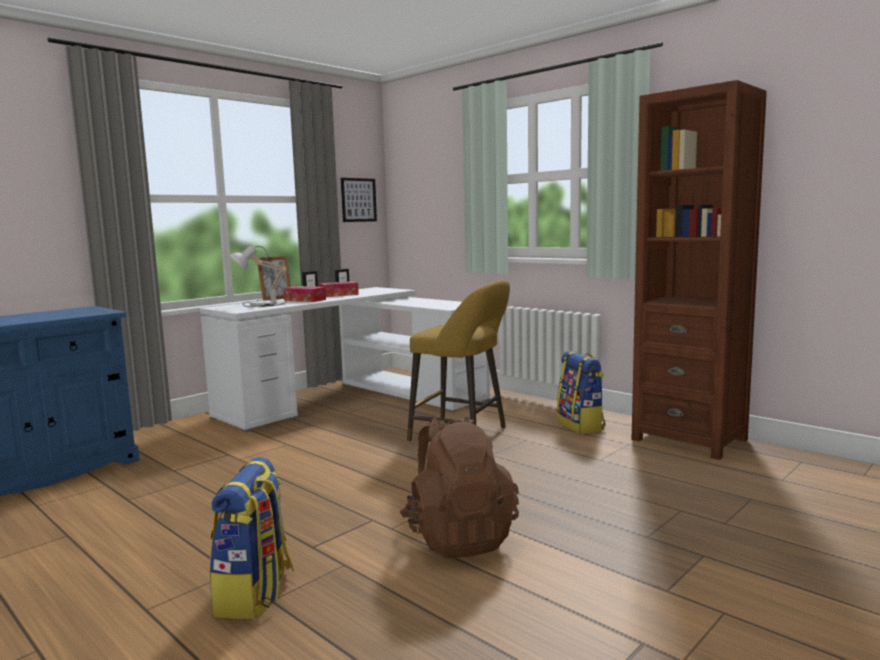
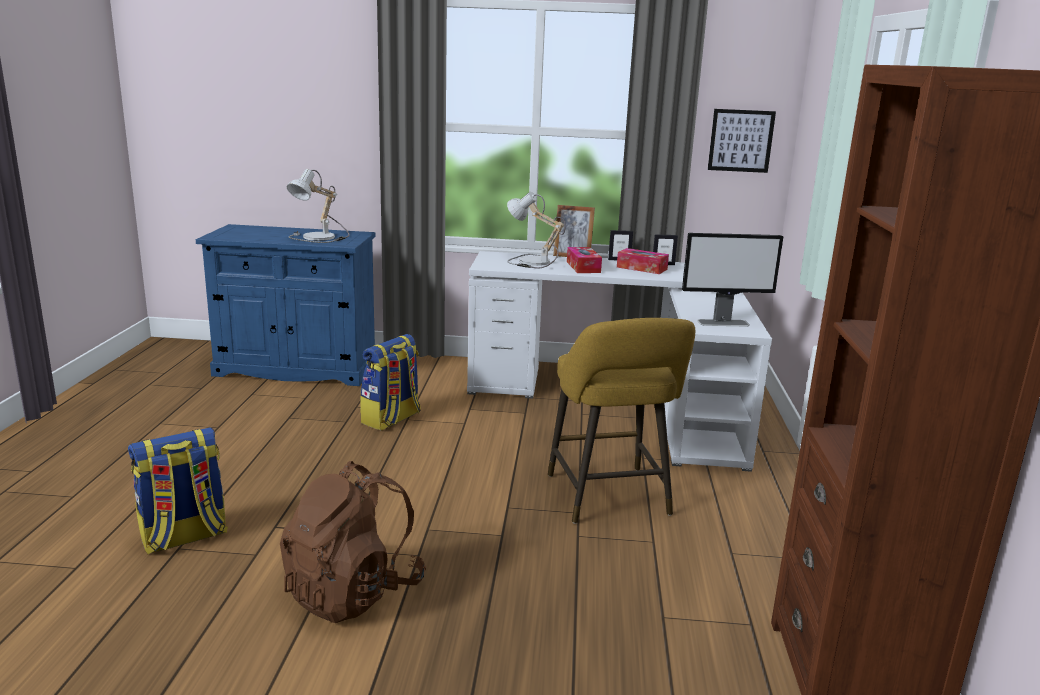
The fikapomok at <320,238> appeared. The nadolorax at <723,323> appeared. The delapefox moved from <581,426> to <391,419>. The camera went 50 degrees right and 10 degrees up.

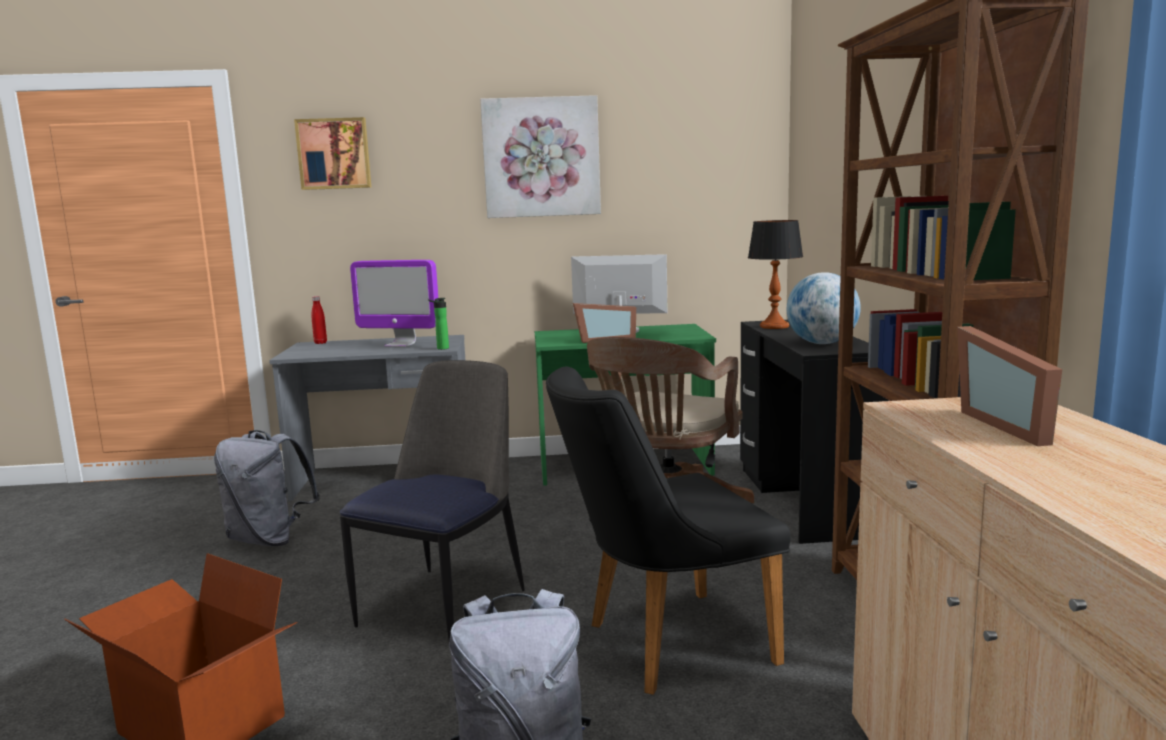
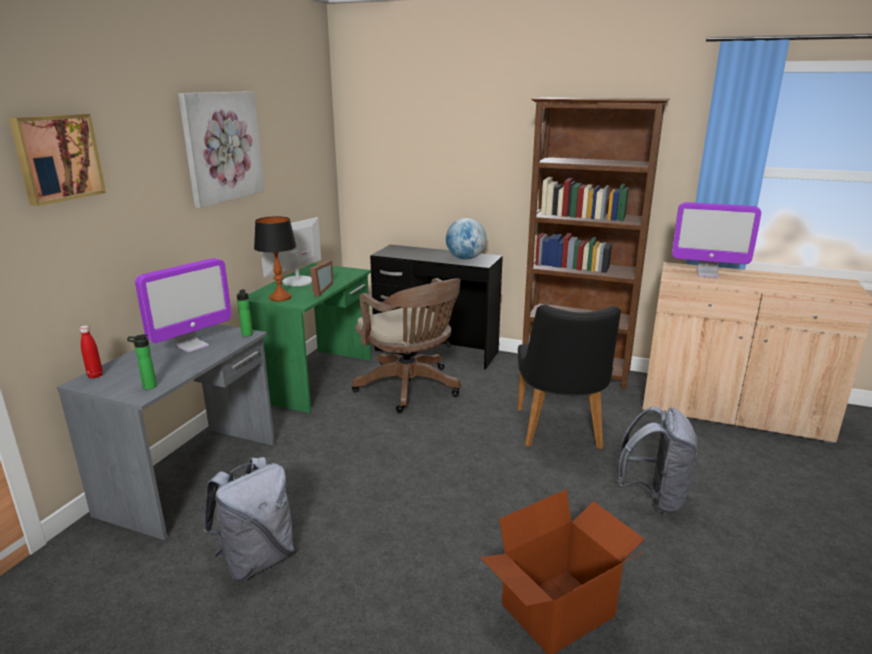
The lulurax at <445,605> disappeared. The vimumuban at <147,387> appeared. The fikapomok moved from <773,326> to <280,298>. The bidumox at <1011,424> was replaced by the nadolorax at <707,274>. The camera went 65 degrees left and 10 degrees up.

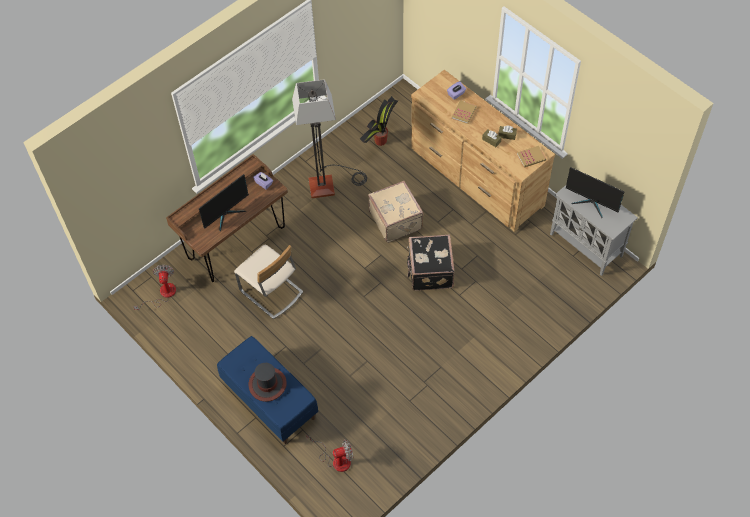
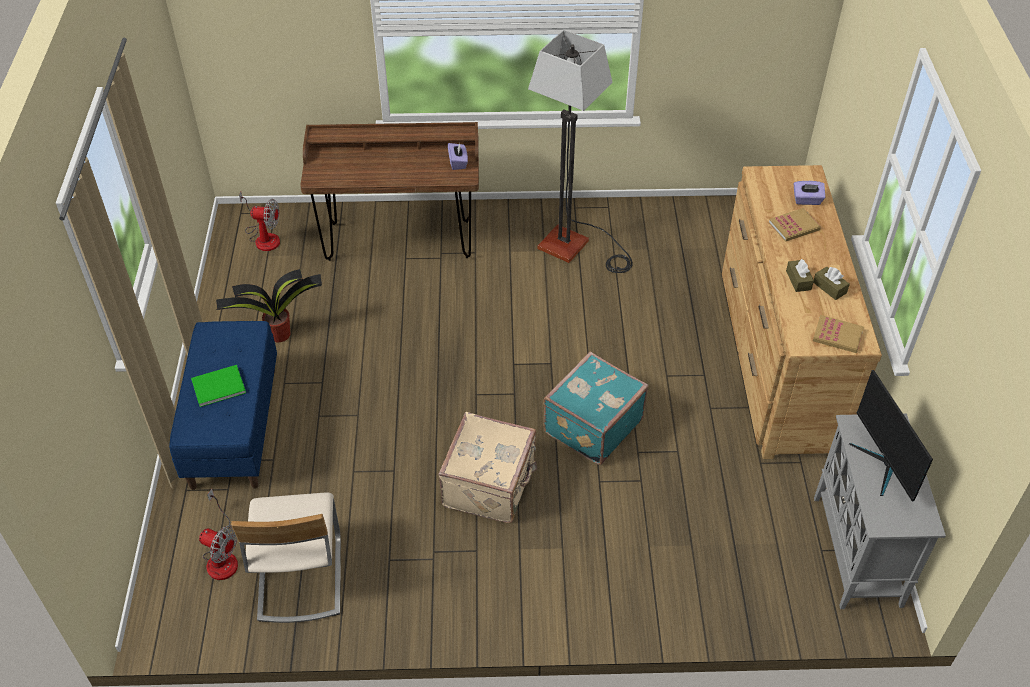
The nadolorax at <226,215> disappeared. The beige_lulurax moved from <271,292> to <299,577>. The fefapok moved from <380,141> to <278,334>. The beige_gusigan moved from <396,220> to <491,484>. The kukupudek at <267,384> was replaced by the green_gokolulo at <217,386>. The black_gusigan at <429,271> became the turquoise_gusigan at <591,425>. The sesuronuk at <163,294> turned 60 degrees clockwise. The camera went 40 degrees right and 10 degrees down.

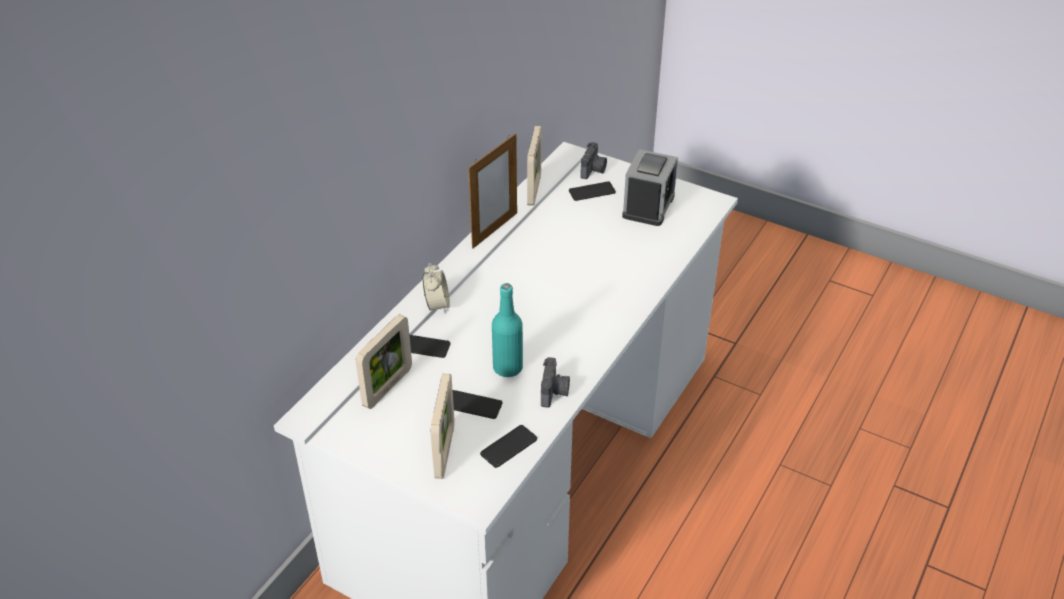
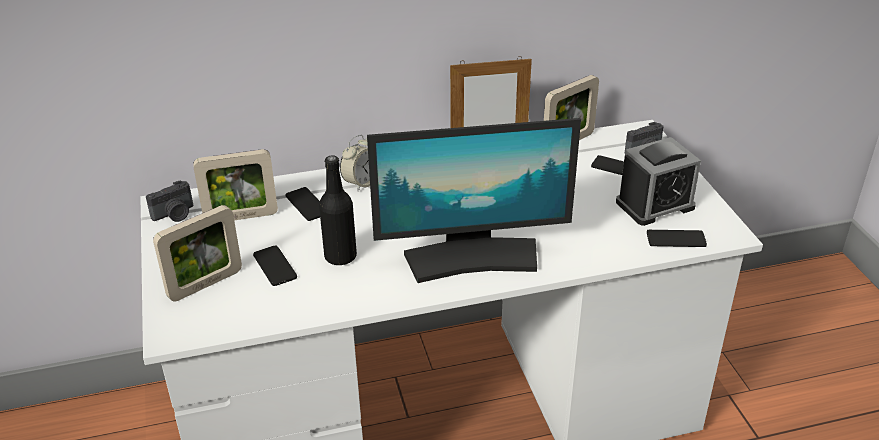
The nadolorax at <472,258> appeared. The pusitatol moved from <509,447> to <676,239>. The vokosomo moved from <554,392> to <175,215>. The turquoise_vimumuban at <508,368> became the black_vimumuban at <340,257>. The camera went 45 degrees right and 5 degrees down.

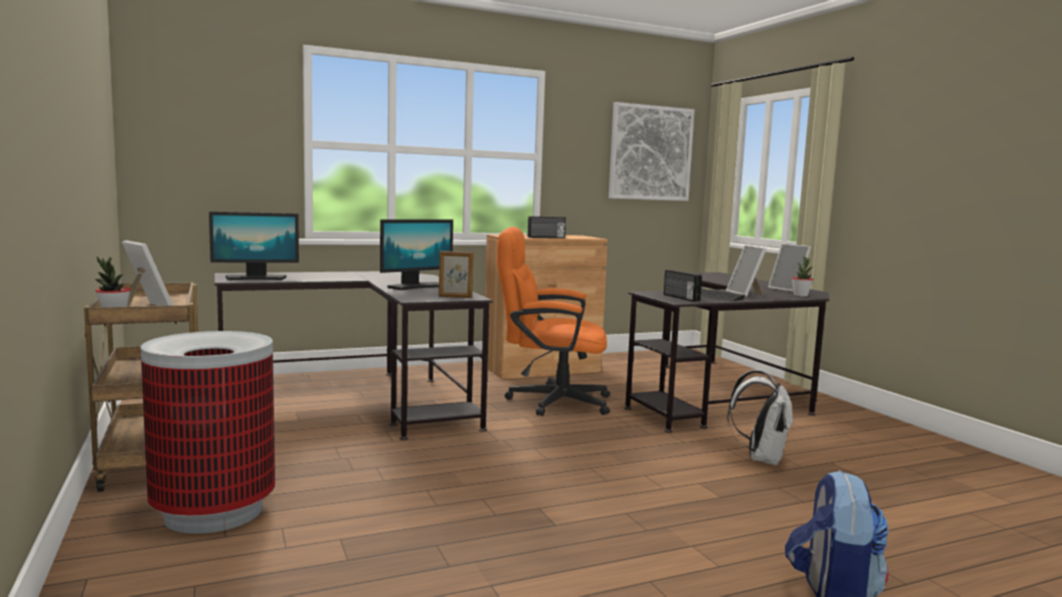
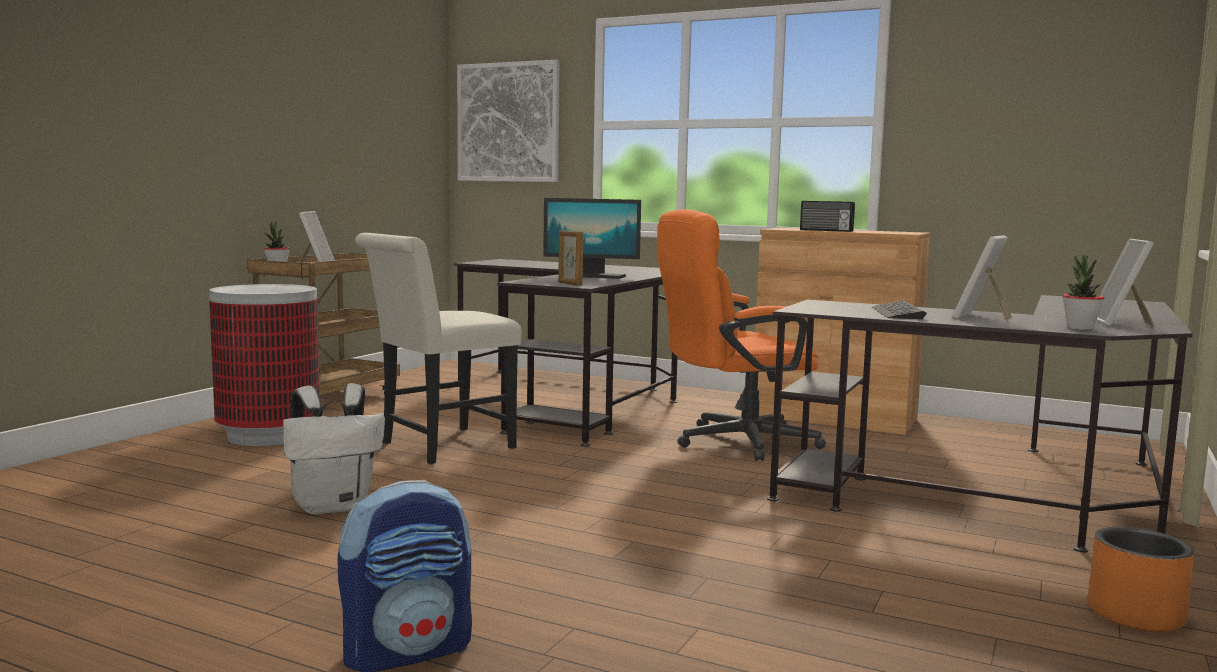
The nadolorax at <256,278> disappeared. The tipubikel at <680,298> disappeared. The white_lulurax at <439,447> appeared. The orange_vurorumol at <1134,615> appeared. The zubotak moved from <650,153> to <508,122>. The white_delapefox moved from <761,458> to <333,506>. The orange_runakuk at <549,401> turned 75 degrees counterclockwise. The camera went 50 degrees right and 0 degrees up.

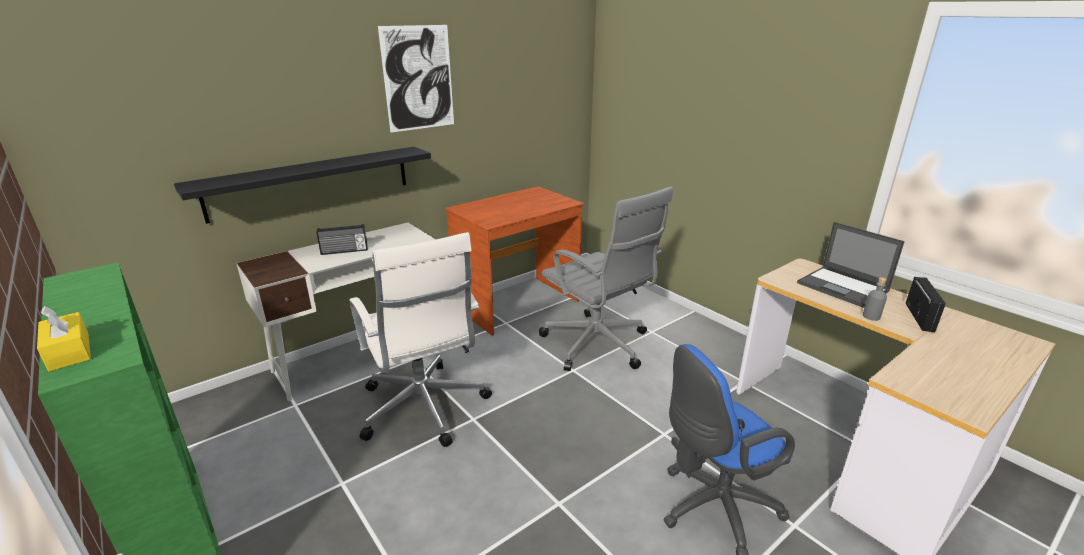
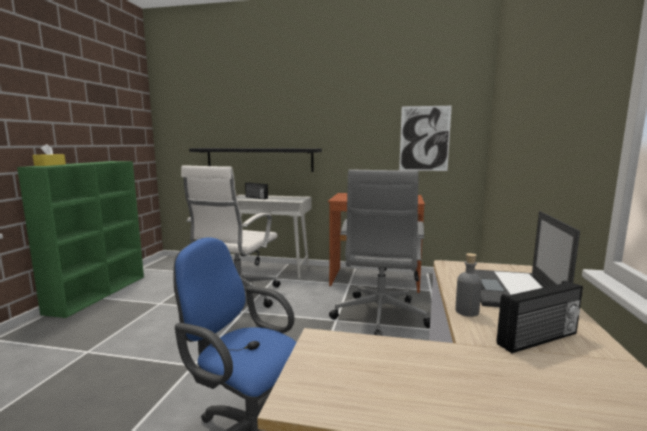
The zubotak moved from <418,78> to <424,138>. The camera went 50 degrees right and 15 degrees down.

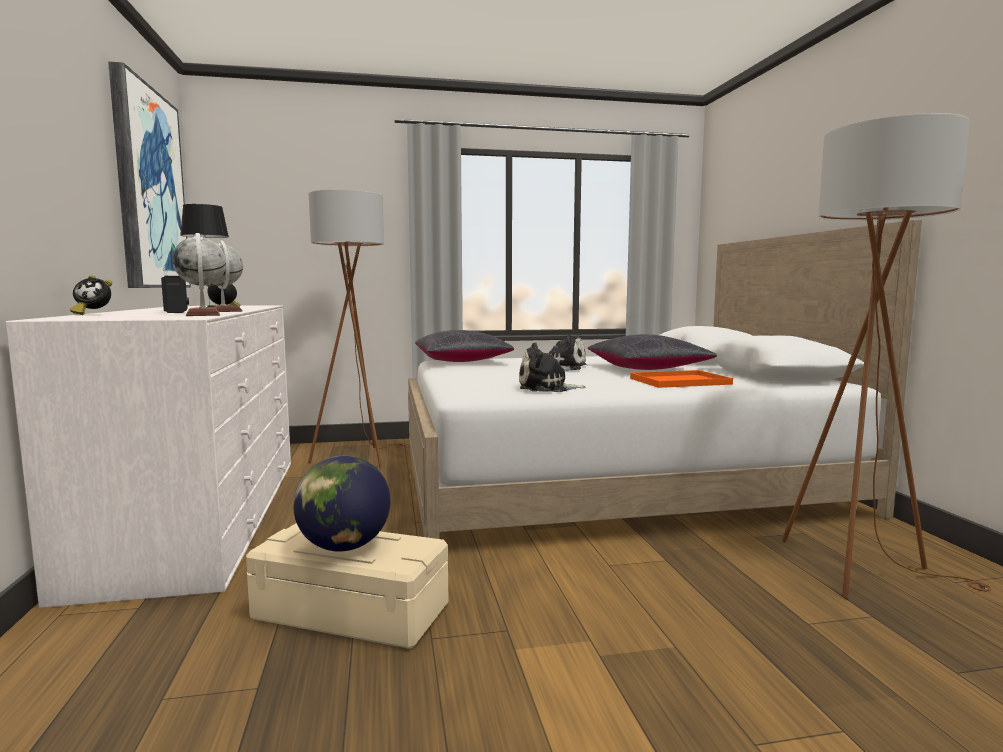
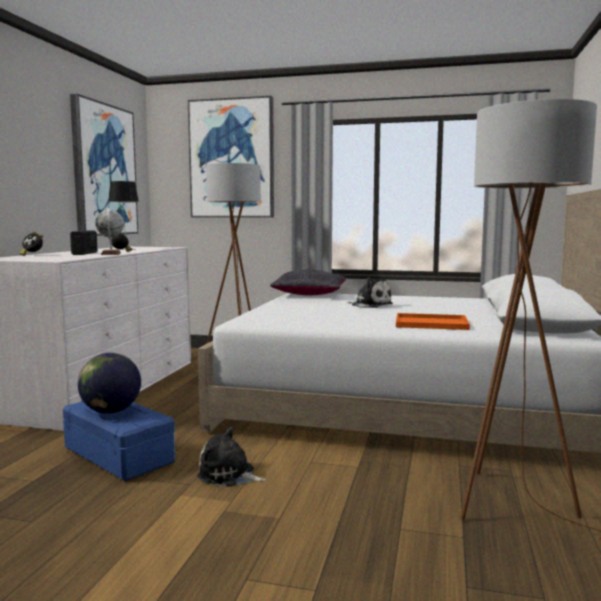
The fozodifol at <203,315> disappeared. The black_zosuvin at <647,369> disappeared. The zubotak at <232,159> appeared. The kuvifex moved from <546,388> to <229,475>. The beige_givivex at <352,611> became the blue_givivex at <120,455>. The camera went 25 degrees right and 0 degrees up.

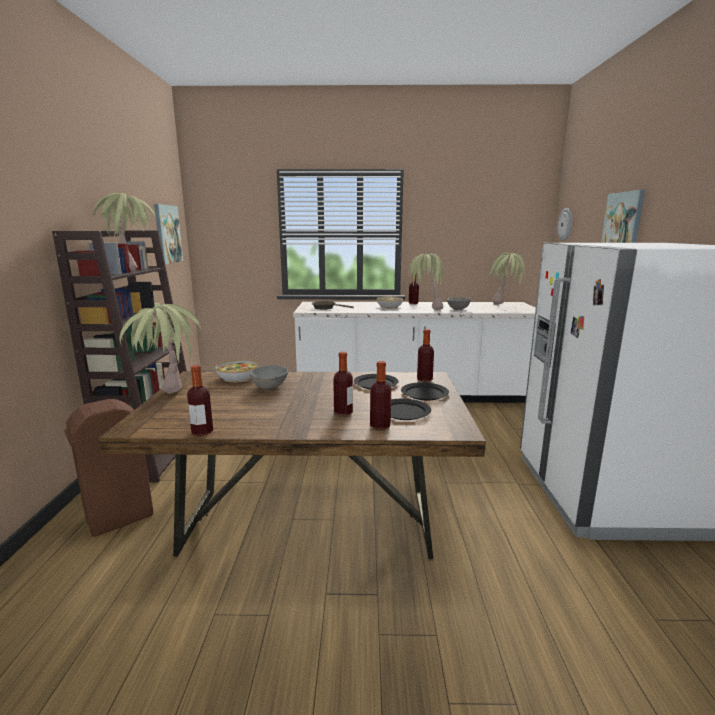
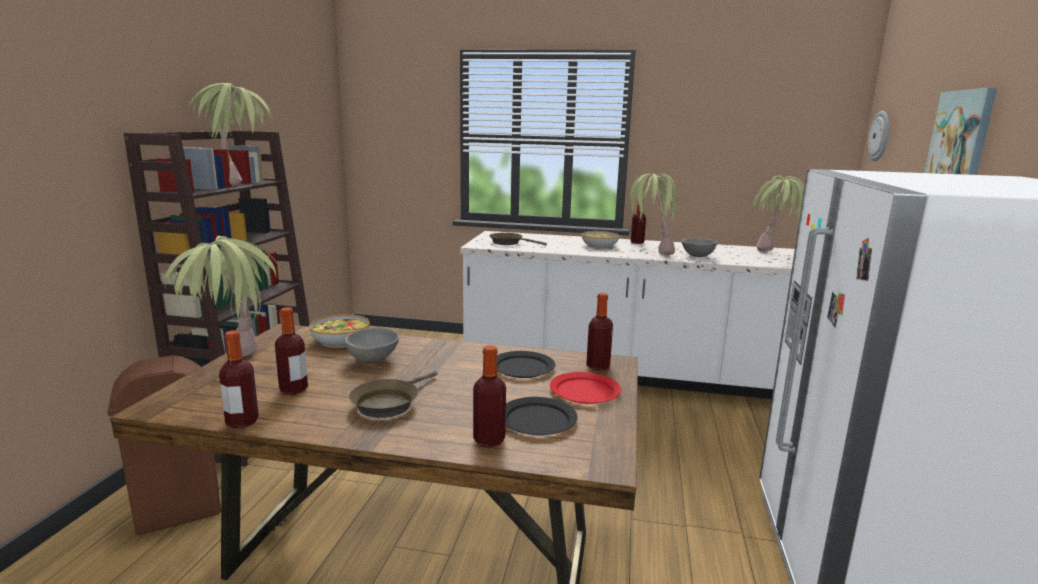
The zubotak at <167,234> disappeared. The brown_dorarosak at <388,403> appeared. The vimumuban moved from <343,412> to <293,389>. The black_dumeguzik at <424,393> became the red_dumeguzik at <584,391>. The camera went 10 degrees right and 0 degrees up.

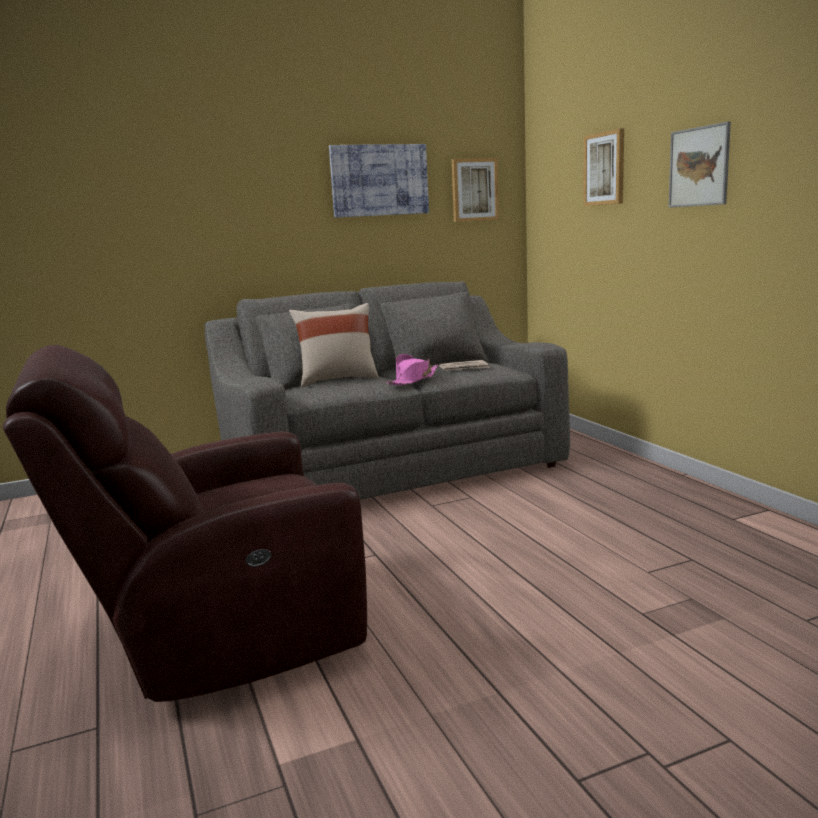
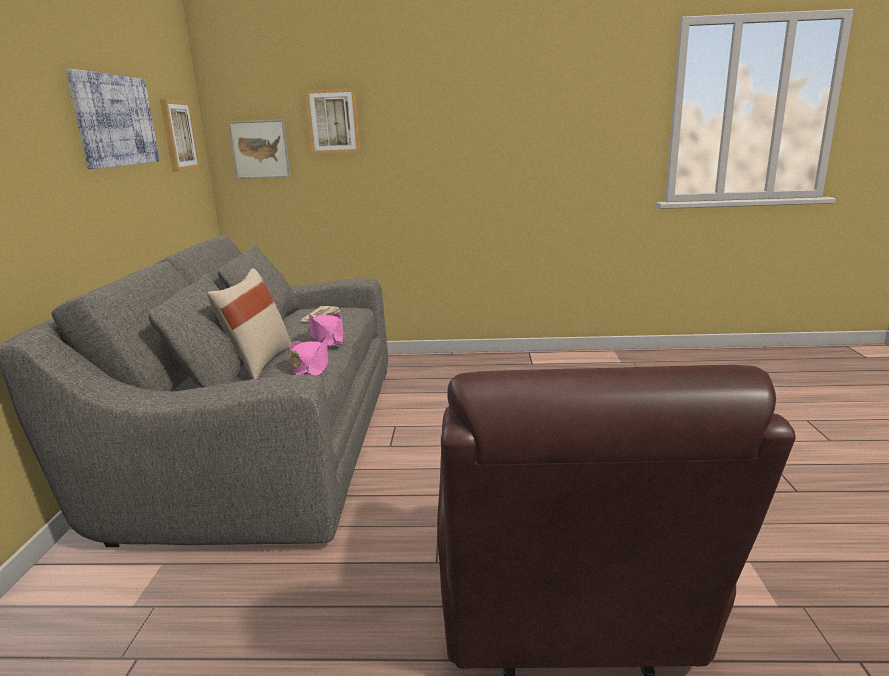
The pink_kukupudek at <311,367> appeared. The zubotak moved from <699,167> to <260,149>. The camera went 65 degrees left and 5 degrees up.

